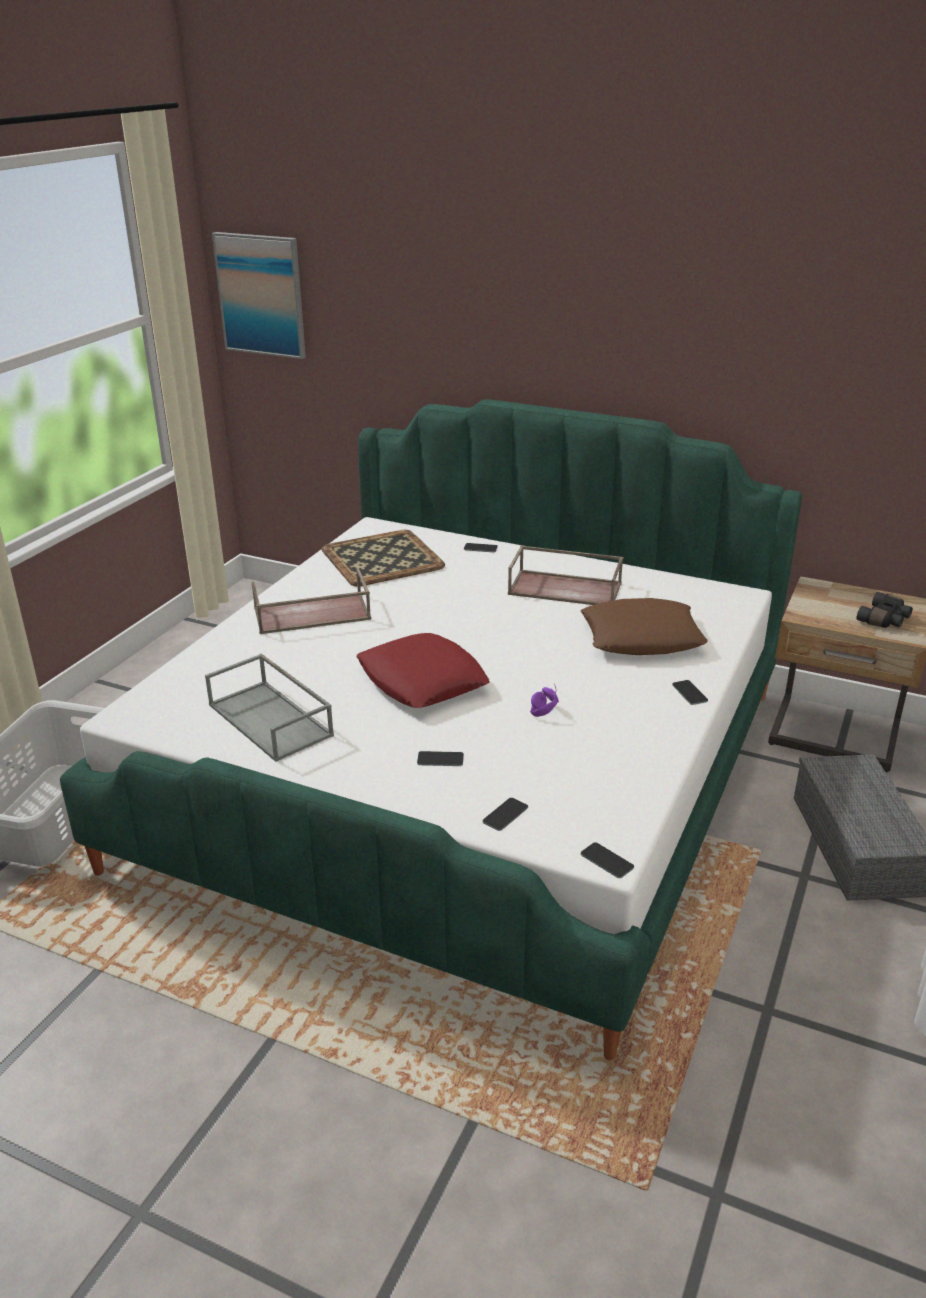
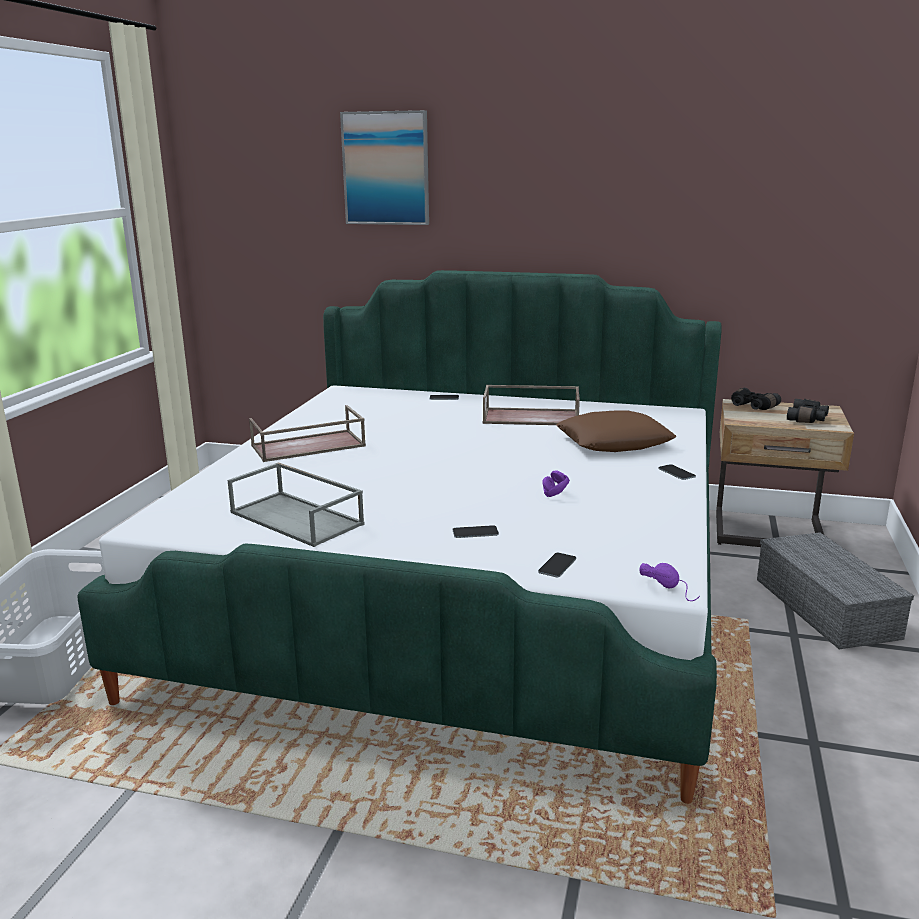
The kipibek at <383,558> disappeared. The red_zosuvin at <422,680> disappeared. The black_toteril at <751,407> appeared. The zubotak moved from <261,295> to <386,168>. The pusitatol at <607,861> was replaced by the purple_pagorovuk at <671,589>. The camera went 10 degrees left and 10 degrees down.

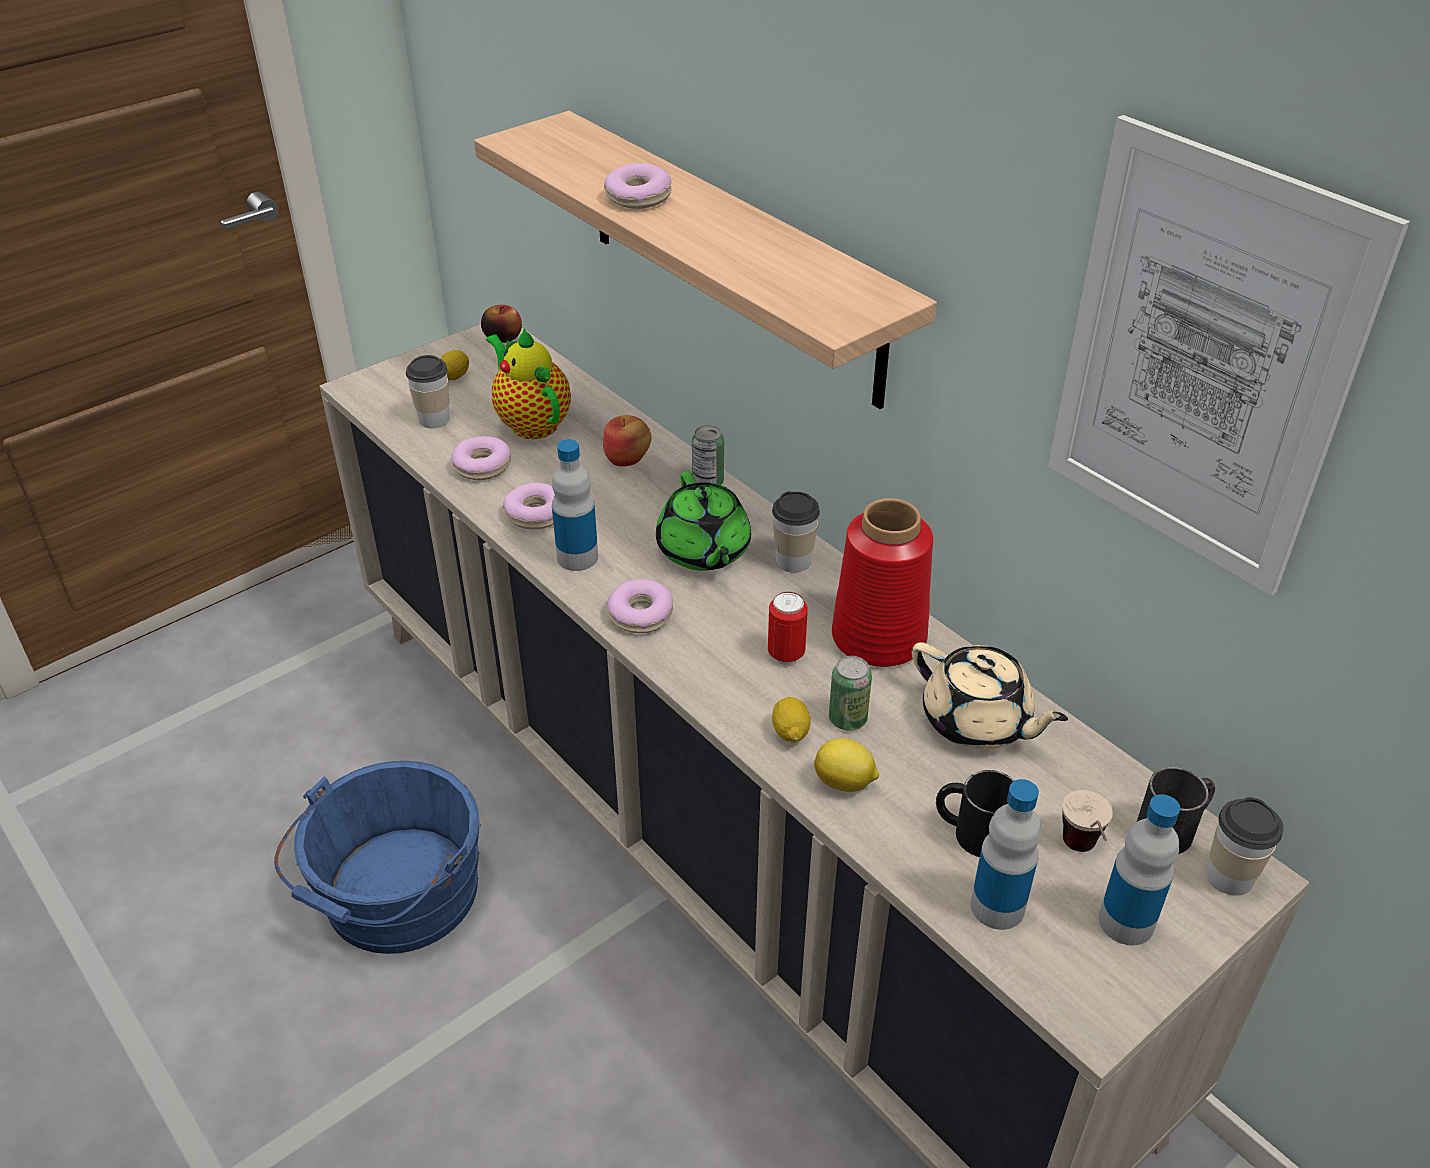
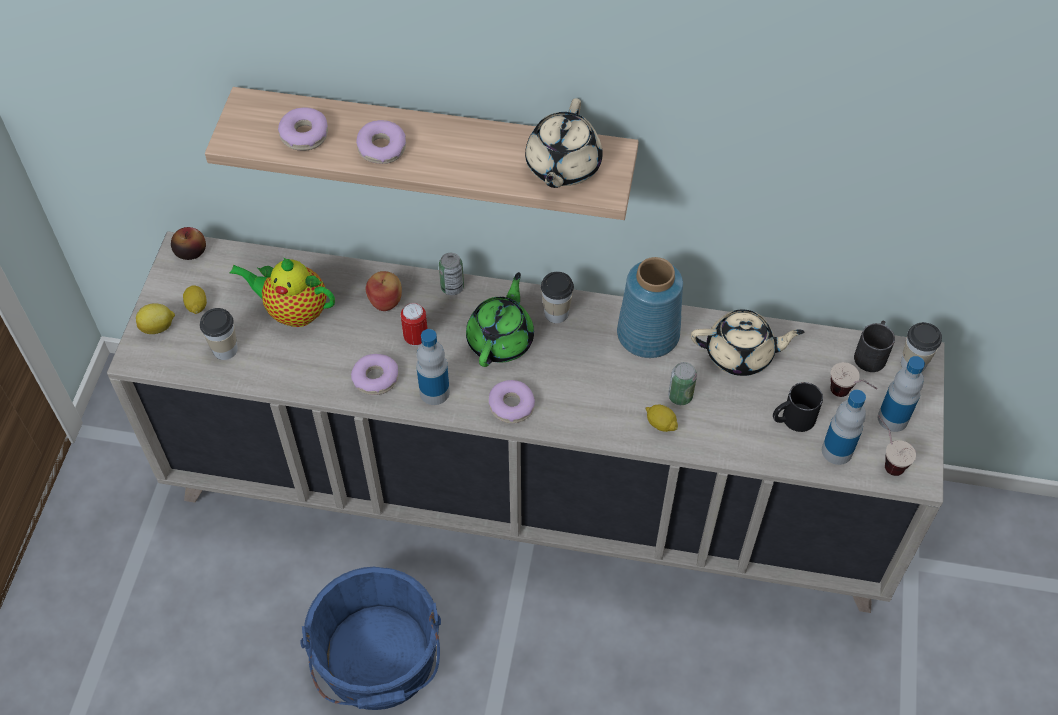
The zubotak at <1202,362> disappeared. The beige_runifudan at <562,167> appeared. The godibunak at <885,459> appeared. The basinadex moved from <482,466> to <304,135>. The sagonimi moved from <786,654> to <416,338>. The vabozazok moved from <845,783> to <158,327>. The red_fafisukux at <878,636> became the blue_fafisukux at <647,334>. The green_runifudan at <703,551> turned 105 degrees counterclockwise. The camera went 40 degrees left and 15 degrees up.

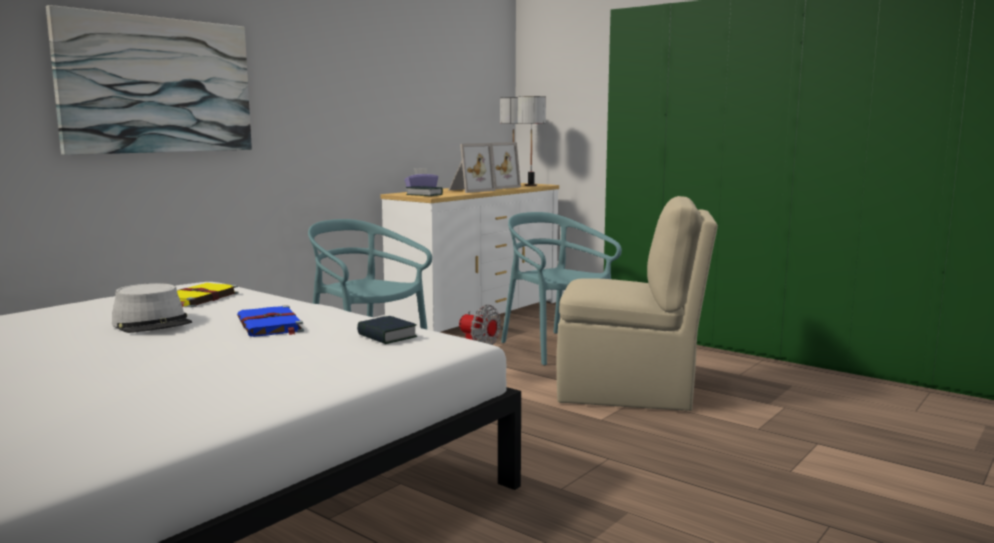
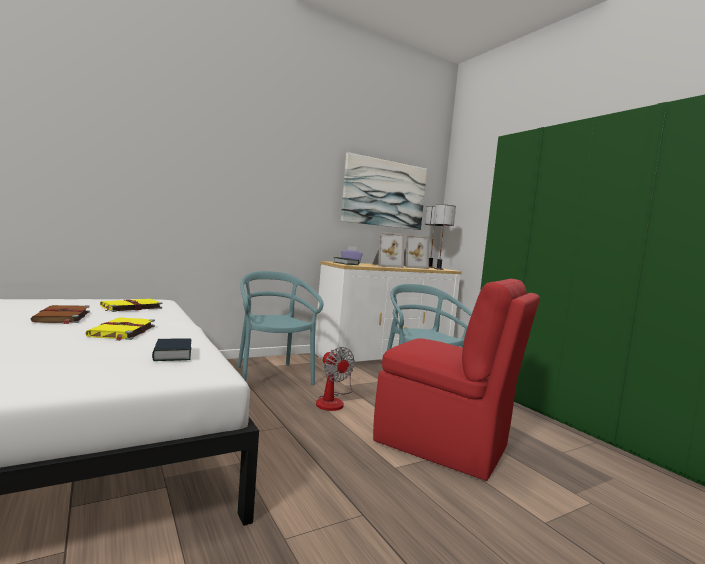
The zubotak moved from <157,85> to <384,193>. The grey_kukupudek at <152,323> was replaced by the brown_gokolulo at <62,317>. The blue_gokolulo at <270,325> became the yellow_gokolulo at <122,331>. The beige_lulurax at <629,391> became the red_lulurax at <444,445>. The camera went 20 degrees right and 5 degrees down.

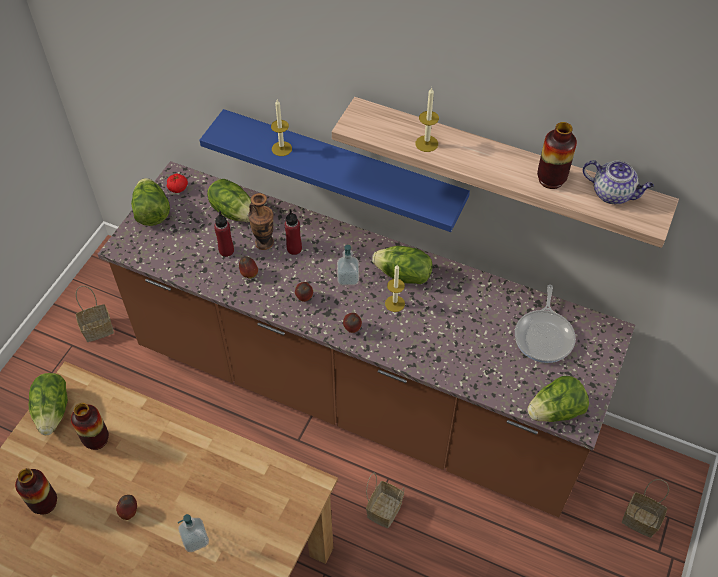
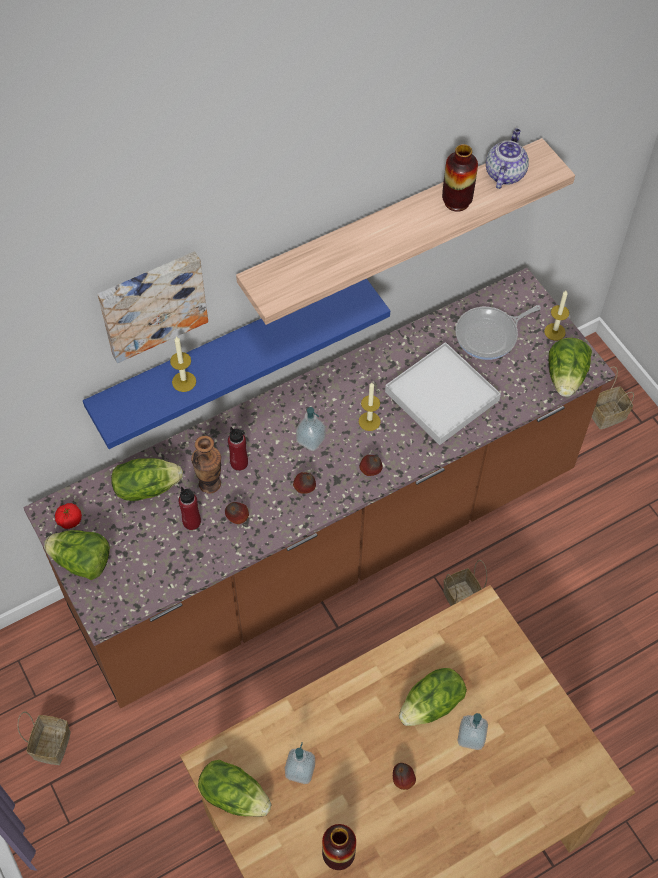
The zubotak at <152,303> appeared. The white_kipibek at <441,396> appeared. The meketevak moved from <403,275> to <432,705>. The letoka moved from <426,143> to <554,332>. The fafisukux at <96,439> was replaced by the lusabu at <300,770>. The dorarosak at <544,336> turned 105 degrees clockwise. The runifudan at <613,194> turned 45 degrees counterclockwise. The camera went 55 degrees left and 5 degrees up.

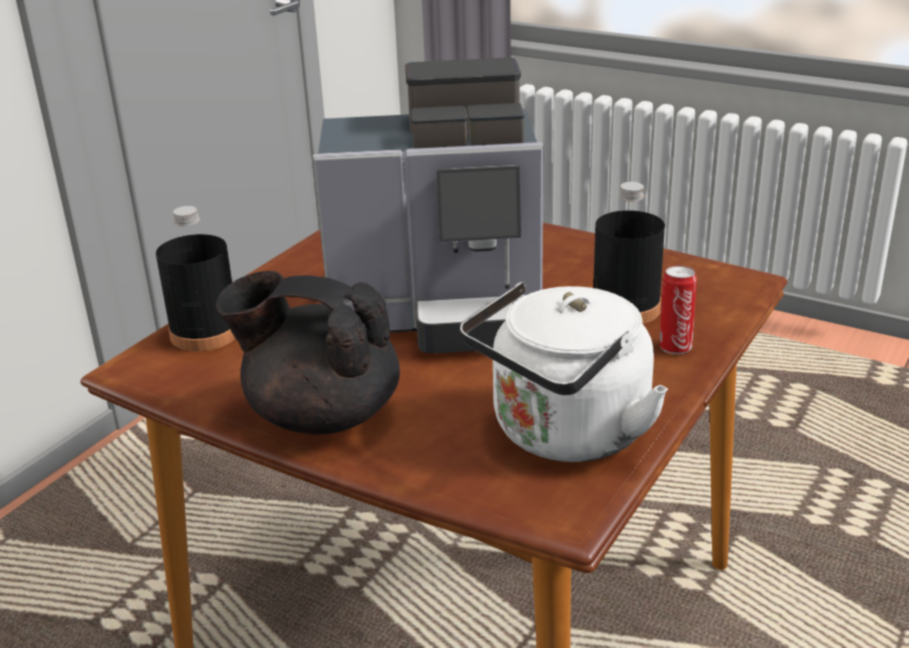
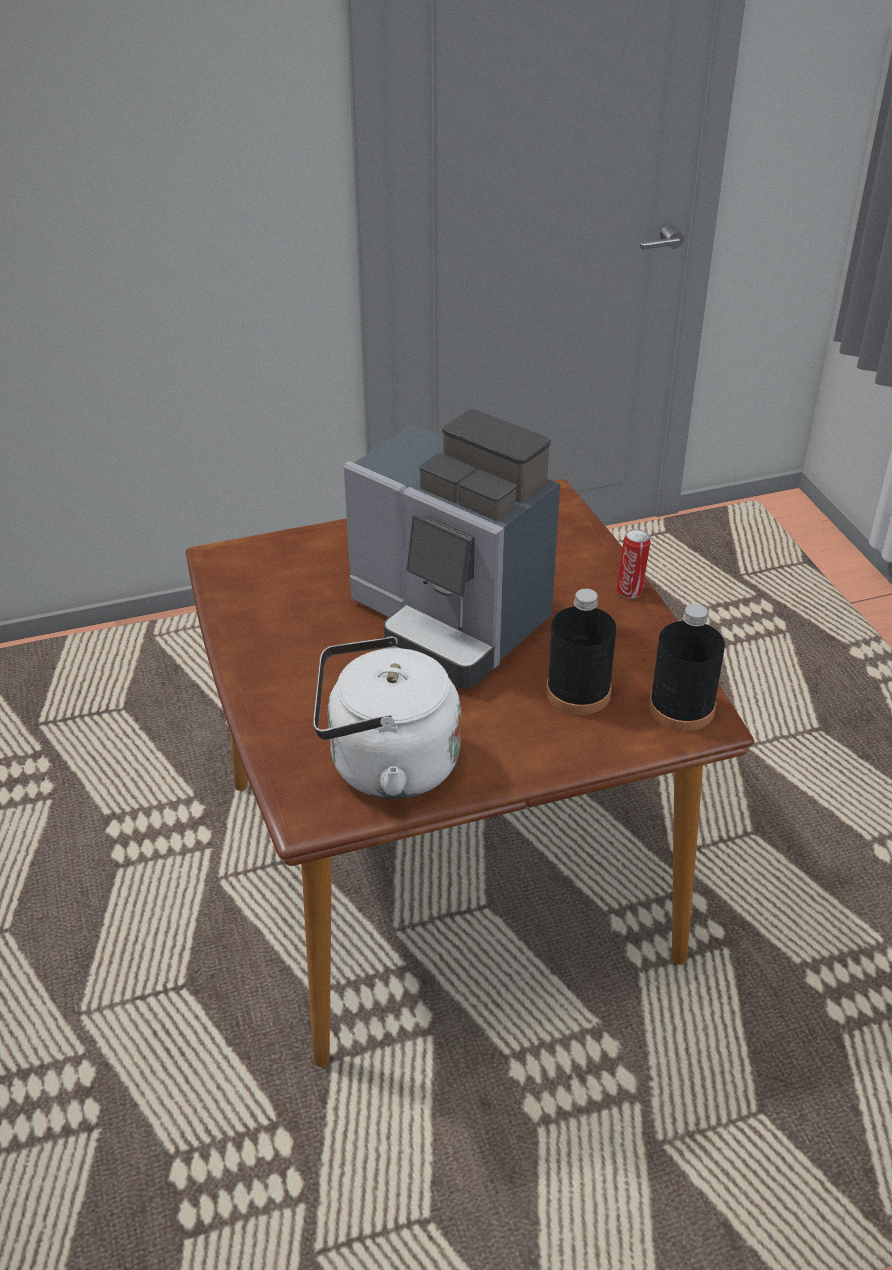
The black_runifudan at <321,415> disappeared. The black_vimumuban moved from <205,333> to <681,708>. The sagonimi moved from <675,347> to <630,591>. The camera went 40 degrees right and 10 degrees up.

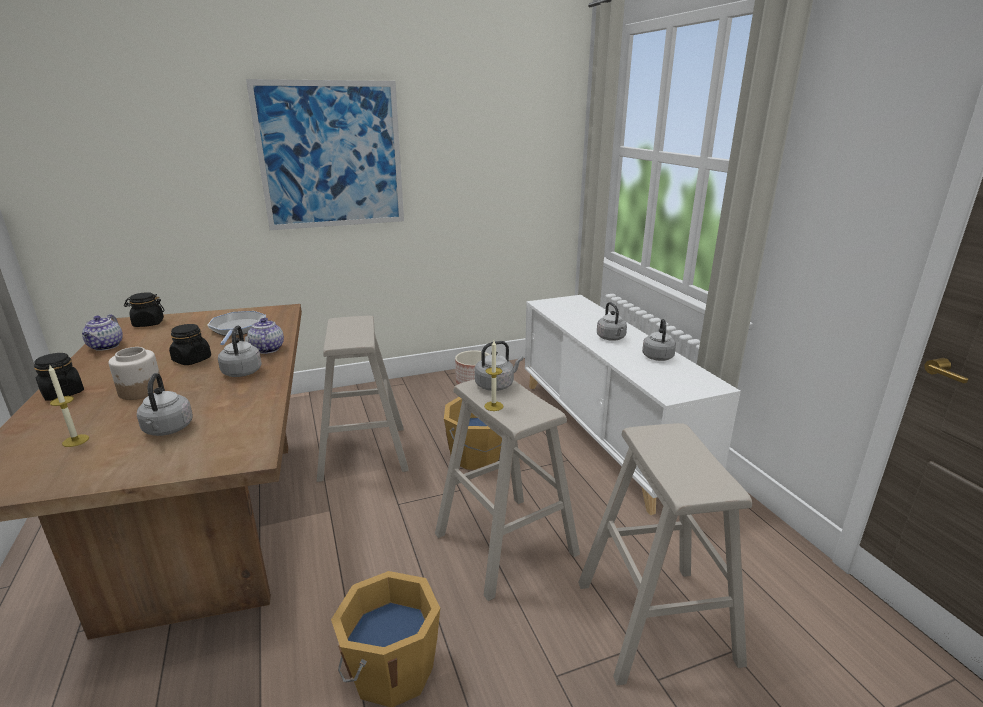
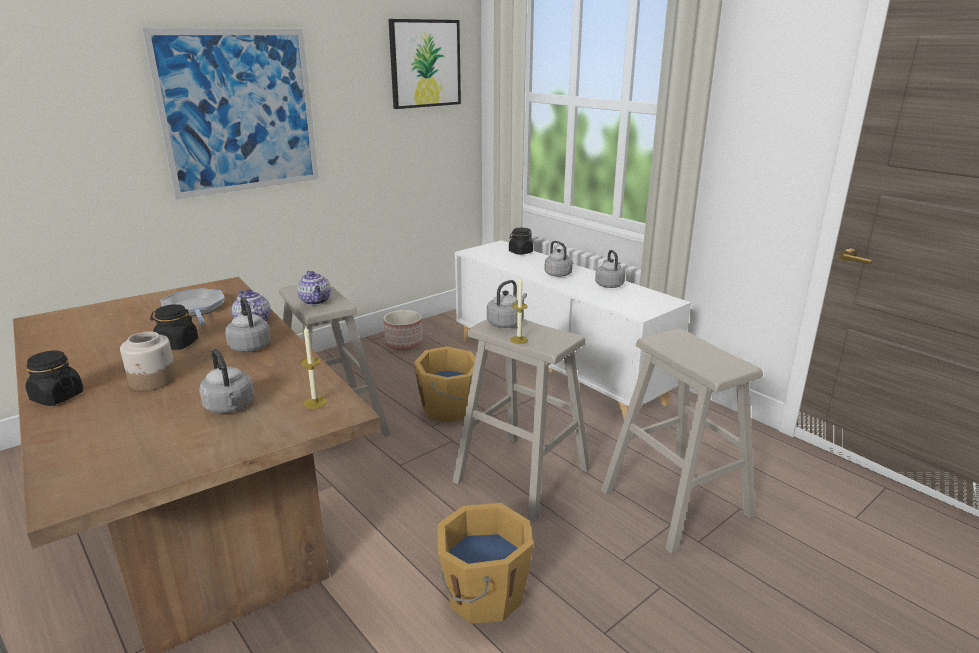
The zubotak at <425,63> appeared. The letoka moved from <75,440> to <315,402>. The runifudan moved from <106,346> to <316,301>. The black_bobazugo moved from <148,323> to <520,252>. The camera went 20 degrees left and 0 degrees up.

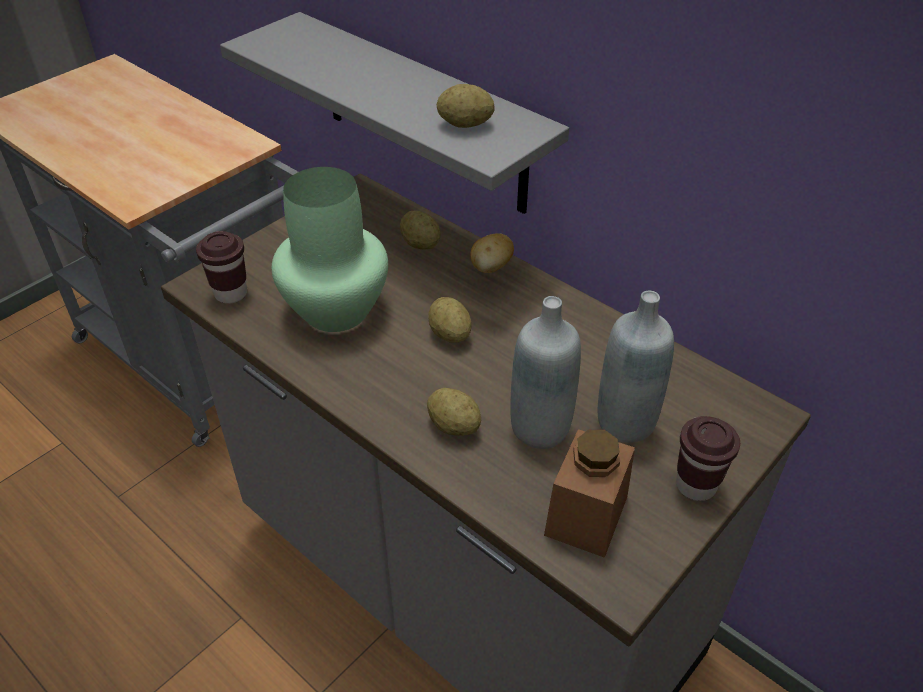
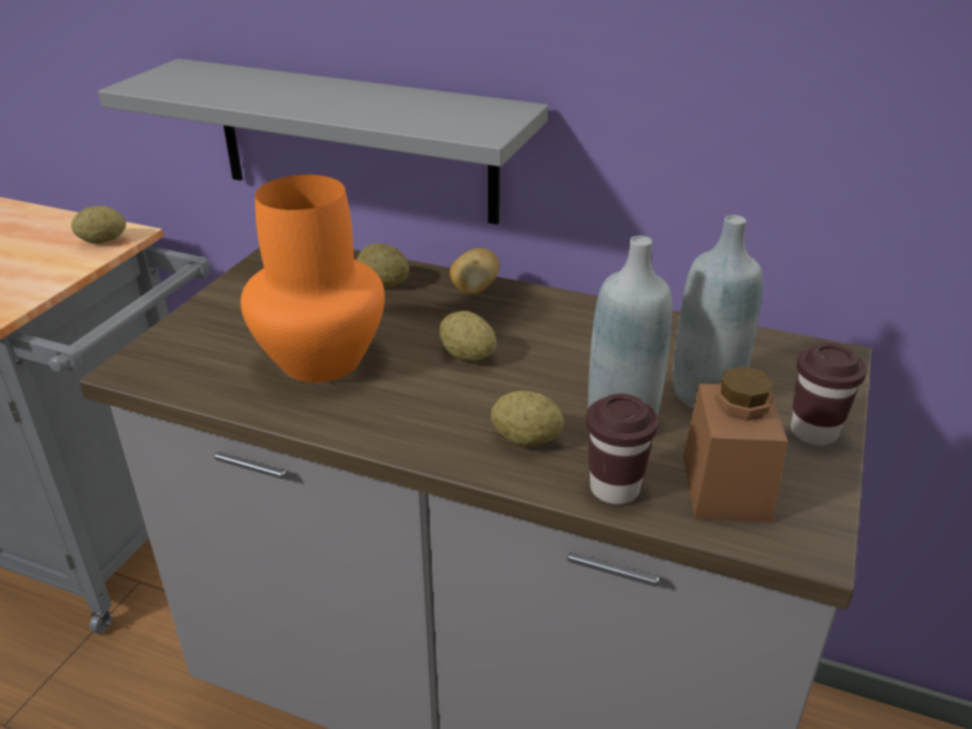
The brown_godibunak moved from <231,294> to <614,489>. The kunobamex moved from <465,124> to <103,241>. The green_fafisukux at <337,309> became the orange_fafisukux at <322,359>. The camera went 20 degrees left and 10 degrees down.

